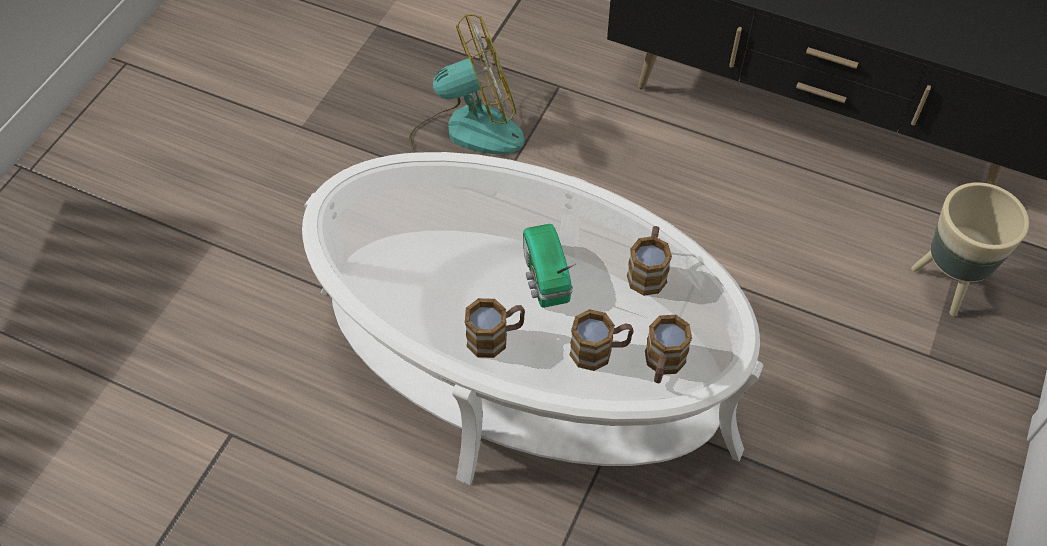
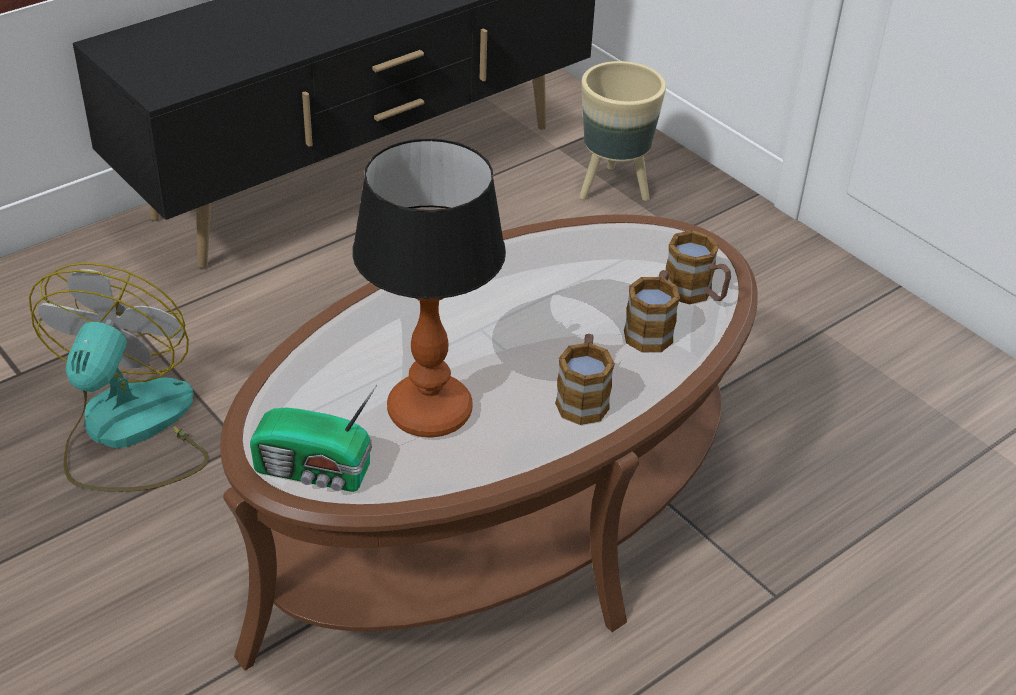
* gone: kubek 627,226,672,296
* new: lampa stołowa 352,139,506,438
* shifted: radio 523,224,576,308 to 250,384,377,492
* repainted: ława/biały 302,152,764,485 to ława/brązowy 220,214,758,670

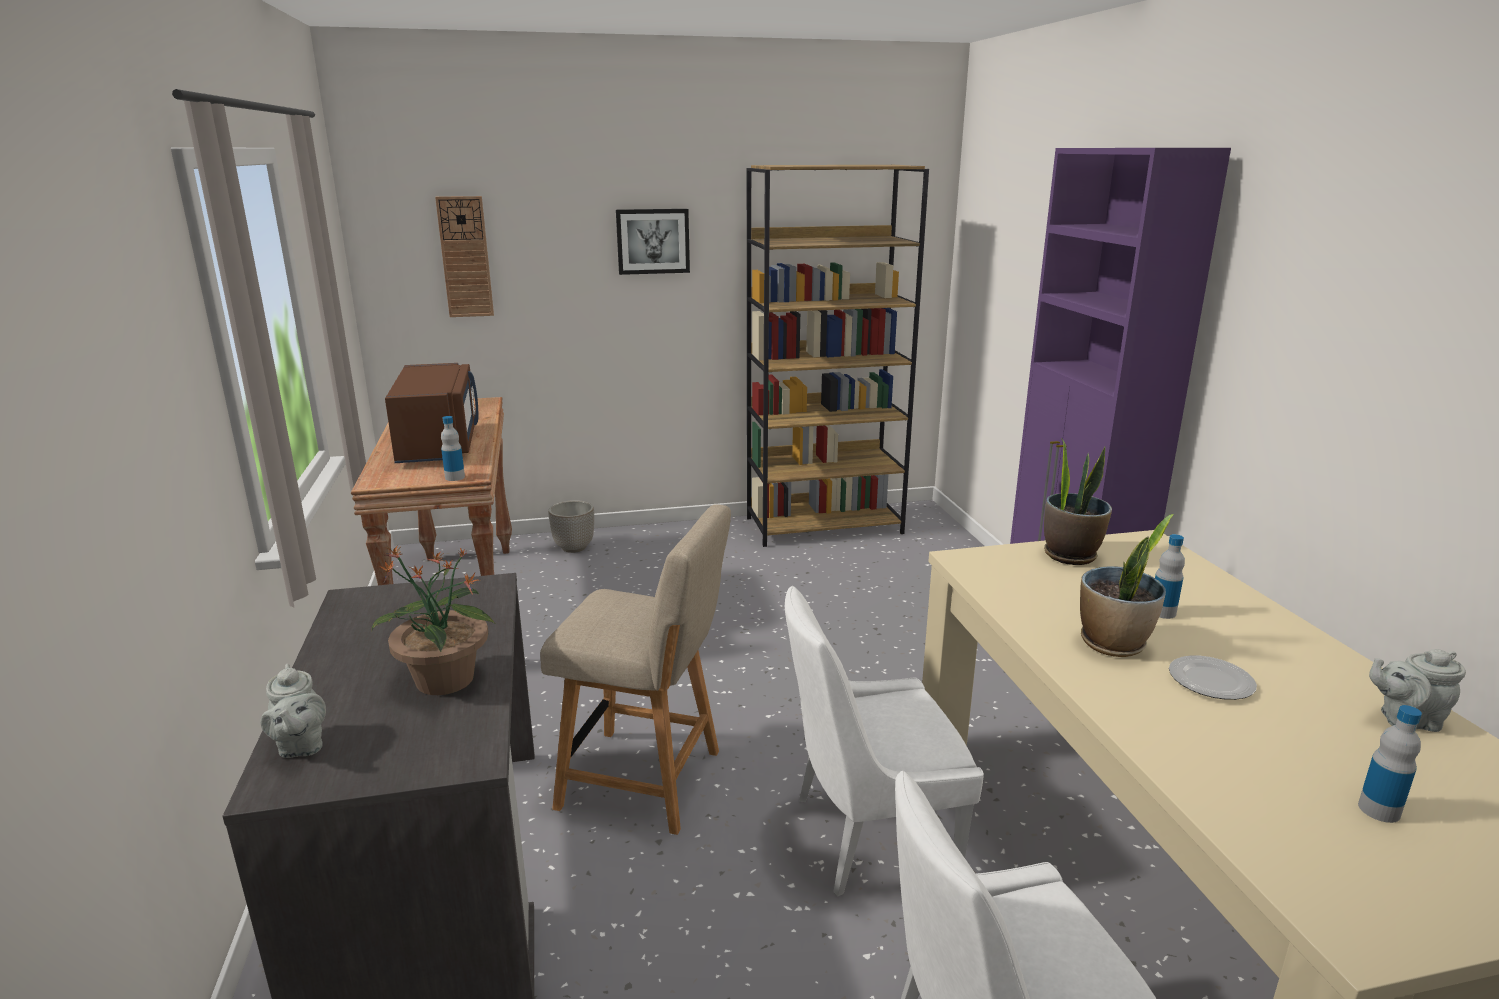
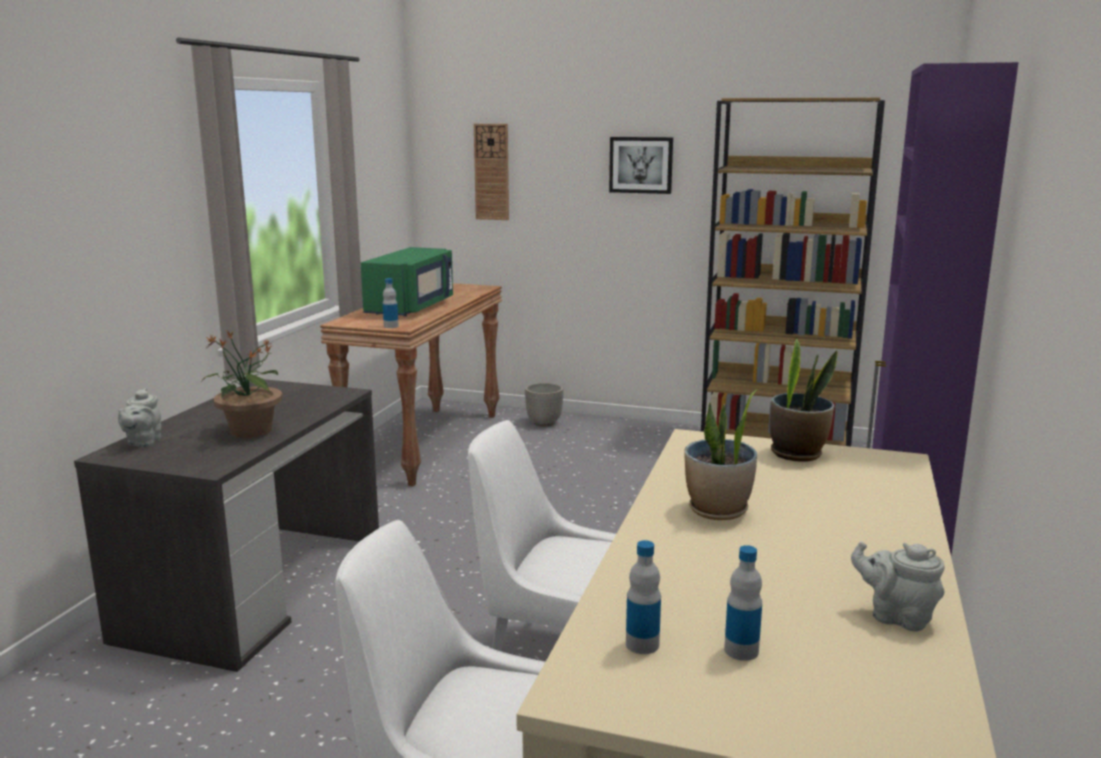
* gone: krzesło/beżowy 540,504,731,835
* gone: talerz 1169,656,1257,700
* shifted: butelka 1155,534,1185,619 to 626,540,661,654
* repainted: mikrofalówka/brązowy 385,363,478,463 to mikrofalówka/zielony 361,247,453,316

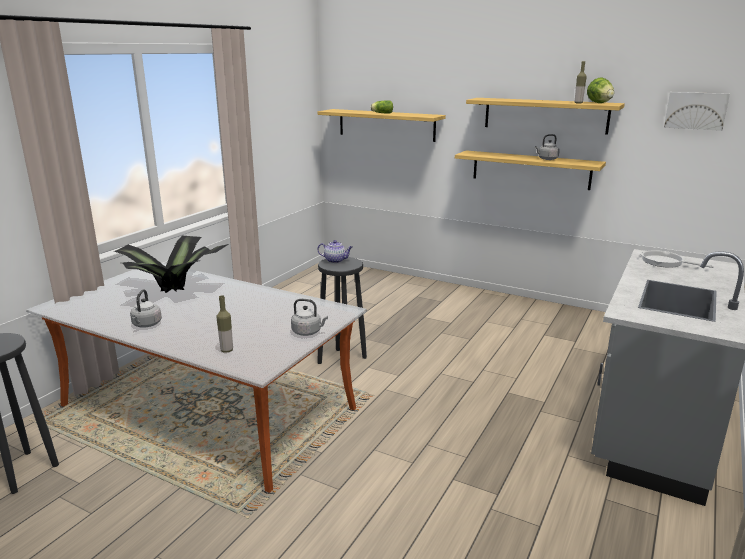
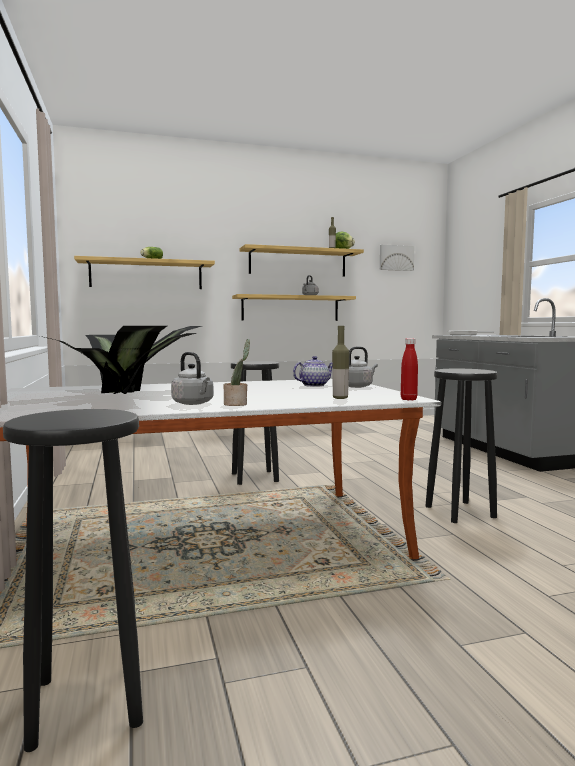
* new: roślina doniczkowa 224,339,250,406
* new: butelka/czerwony 401,338,418,400
* new: stołek/czarny 425,369,497,523
* shifted: imbryk 318,240,353,263 to 293,356,332,387

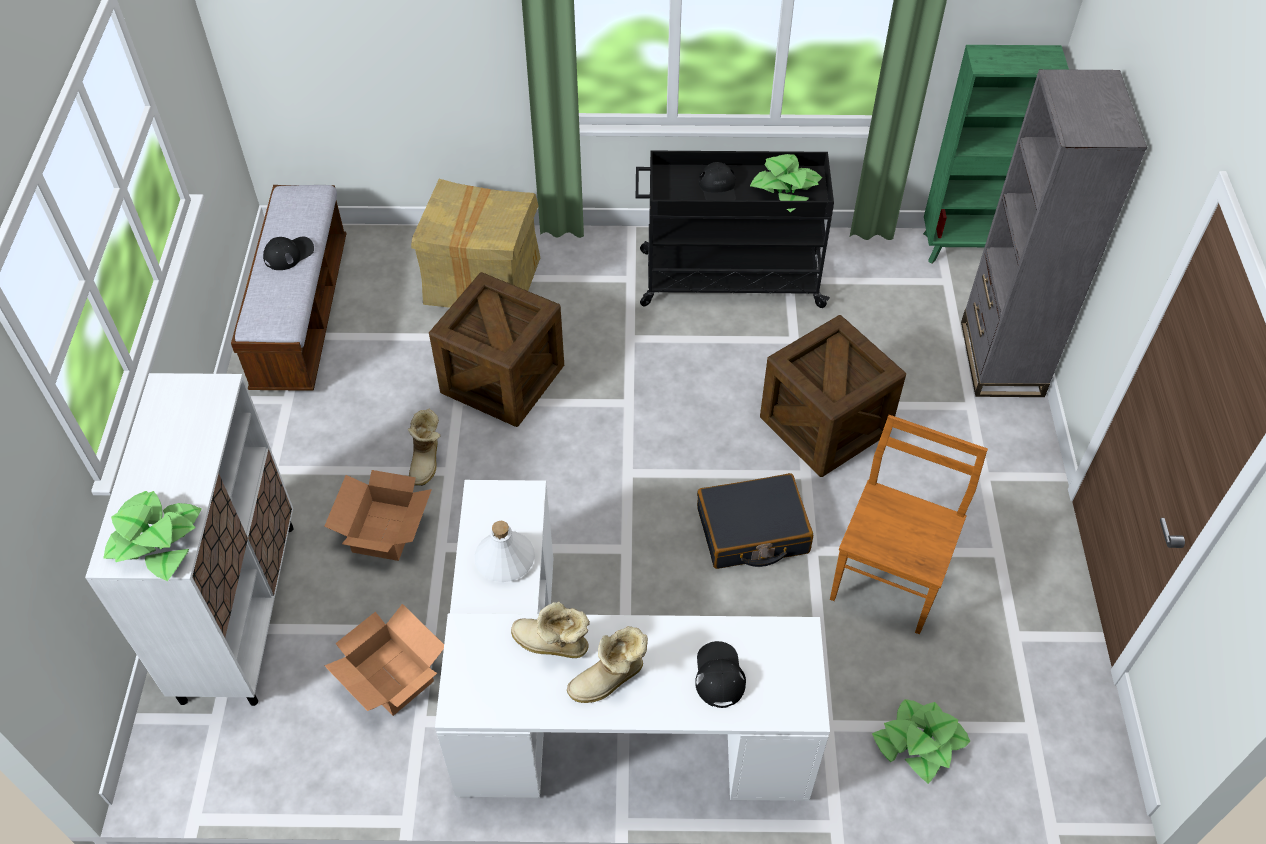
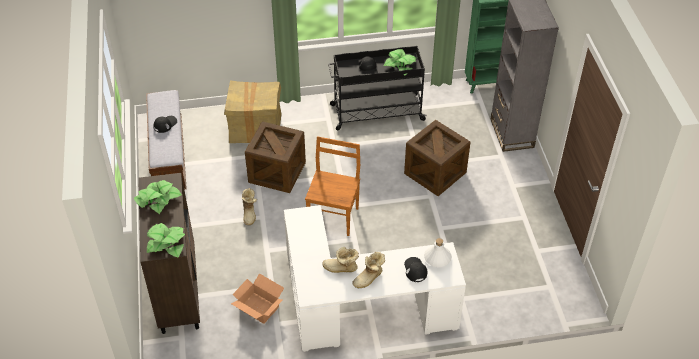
* gone: karton 324,470,432,561
* gone: walizka/czarny 697,473,813,569
* shifted: butelka/biały 474,521,535,582 to 424,238,452,267
* shifted: krzesło/brązowy 830,415,988,634 to 305,136,360,236
* shifted: roślina doniczkowa 872,699,971,784 to 134,180,182,214
* repainted: szafka/biały 85,373,294,706 to szafka/brązowy 138,173,200,334

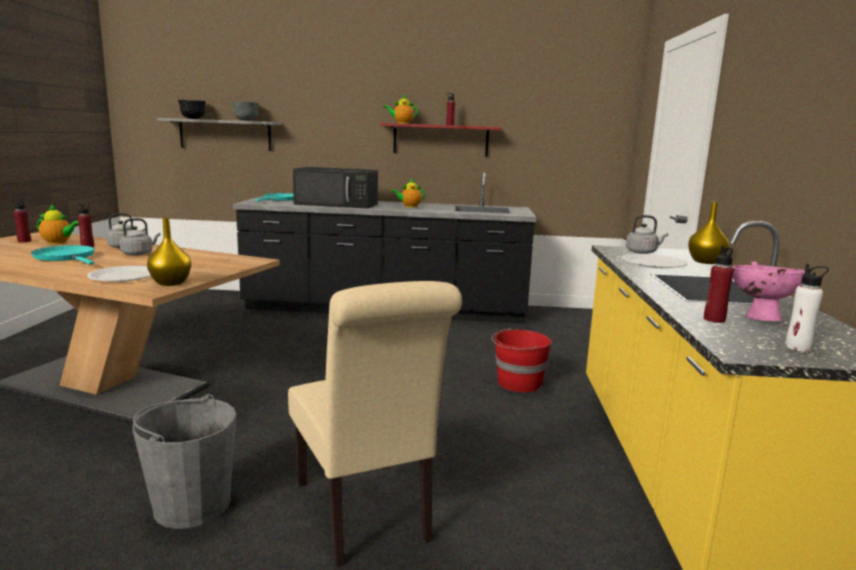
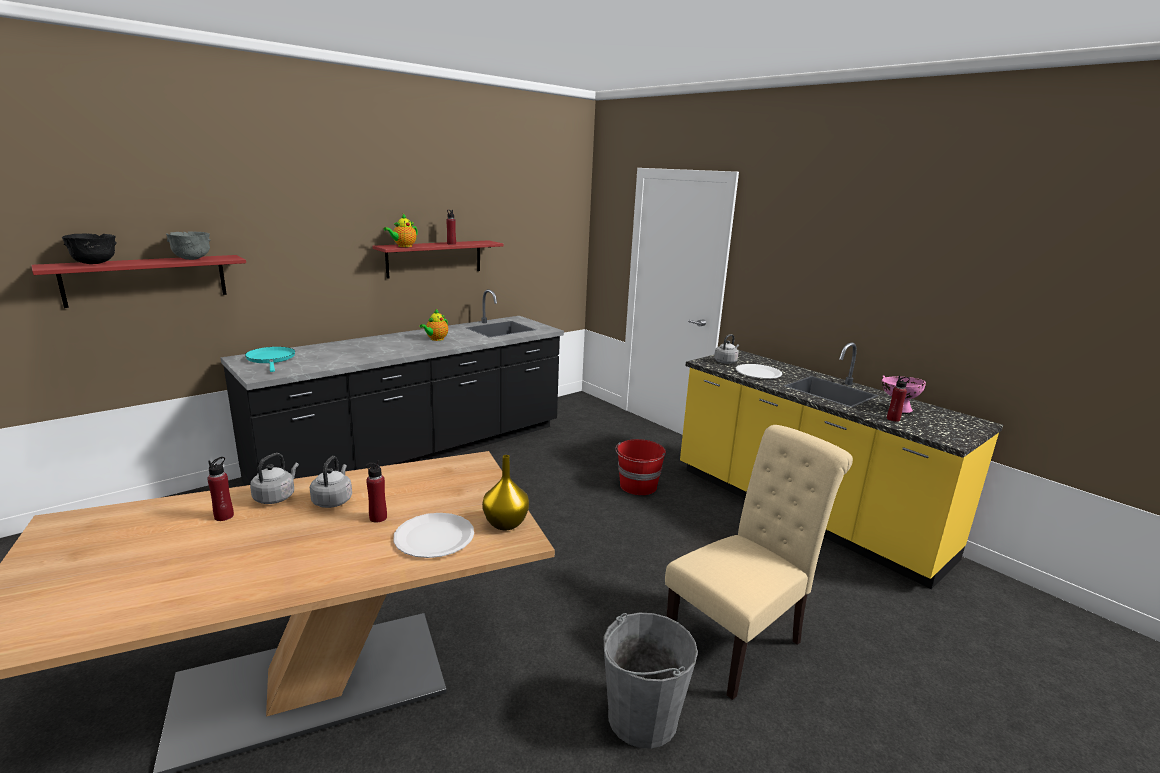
* gone: patelnia/turkusowy 31,245,95,265
* gone: imbryk 37,204,79,244
* gone: mikrofalówka/czarny 293,167,378,209
* gone: wazon/żółty 688,202,729,264
* gone: butelka/biały 785,264,829,352
* shifted: butelka/czerwony 12,199,31,242 to 366,460,387,523
* repainted: półka/szary 157,118,281,151 to półka/czerwony 31,255,246,308
* rotated: krzesło/beżowy 288,281,462,567 = 665,425,853,700 60 degrees counterclockwise

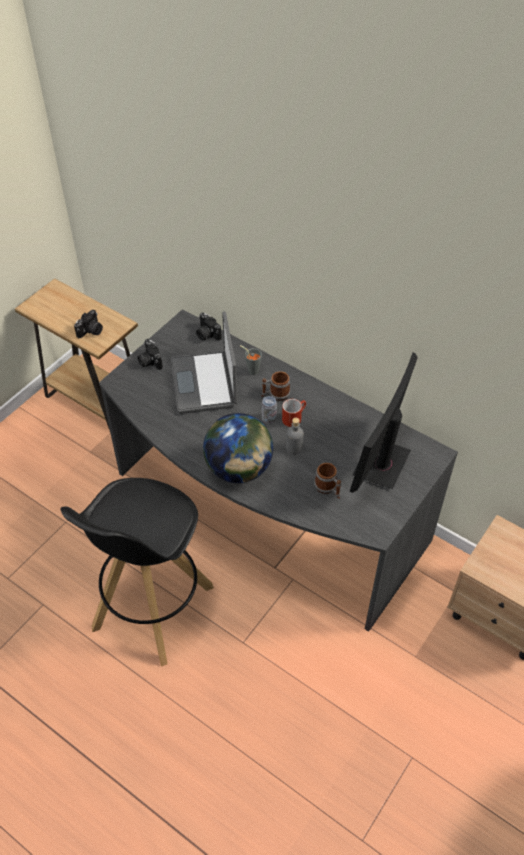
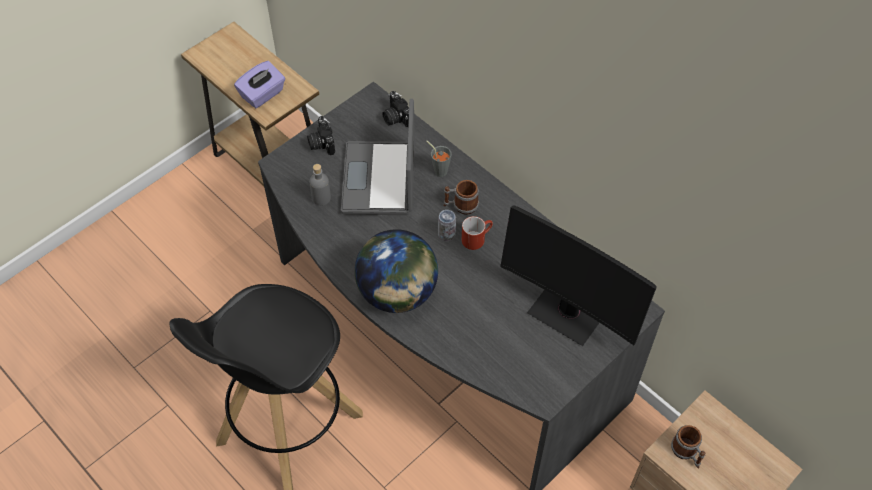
* shifted: butelka/szary 286,418,304,455 to 309,164,331,206
* shifted: kubek 314,463,341,499 to 671,425,706,469
* swapped: aparat fotograficzny 74,310,103,338 to pudełko chusteczek/fioletowy 234,61,285,108
* rotated: monitor 350,353,418,493 = 500,205,657,346 90 degrees counterclockwise

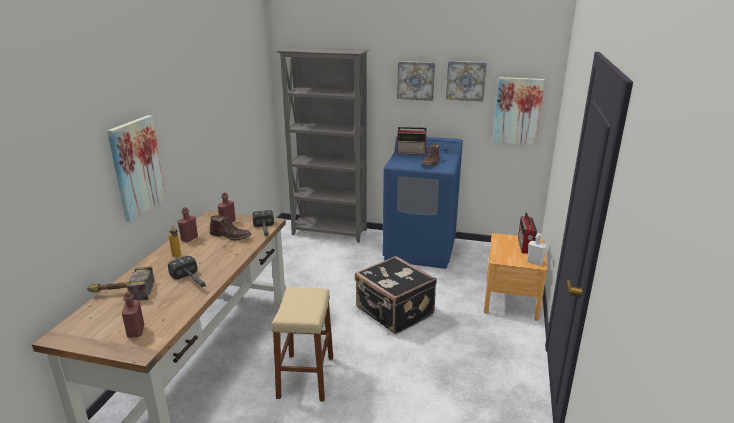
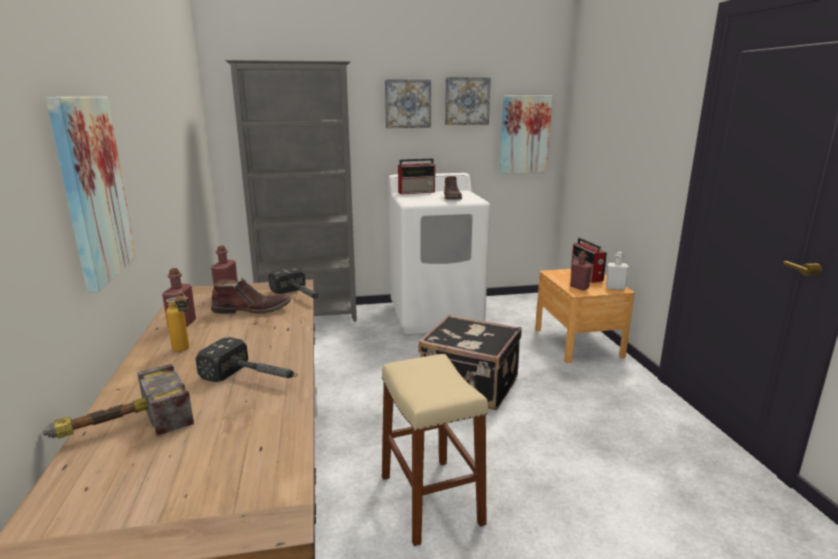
* shifted: butelka/czerwony 122,291,144,338 to 570,251,592,290
* repainted: pralka/niebieski 382,137,463,269 to pralka/biały 389,173,490,334

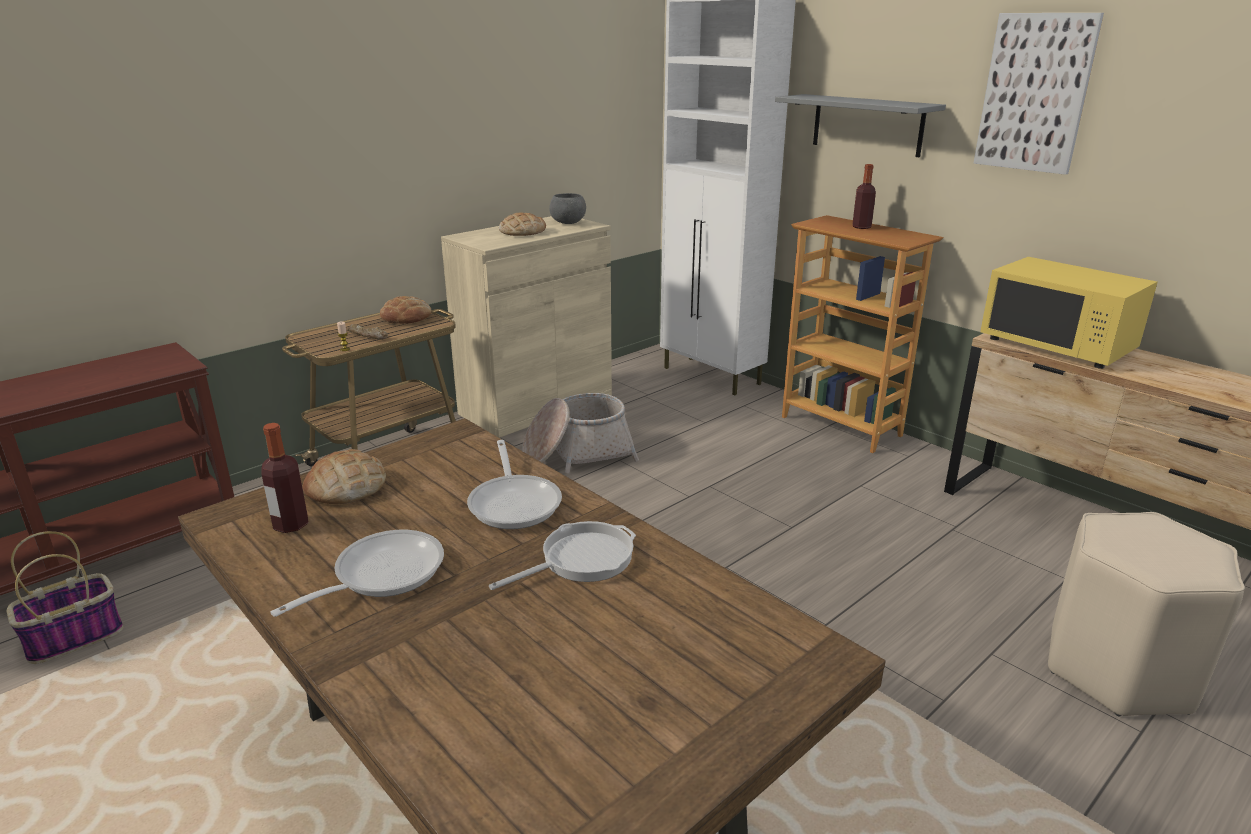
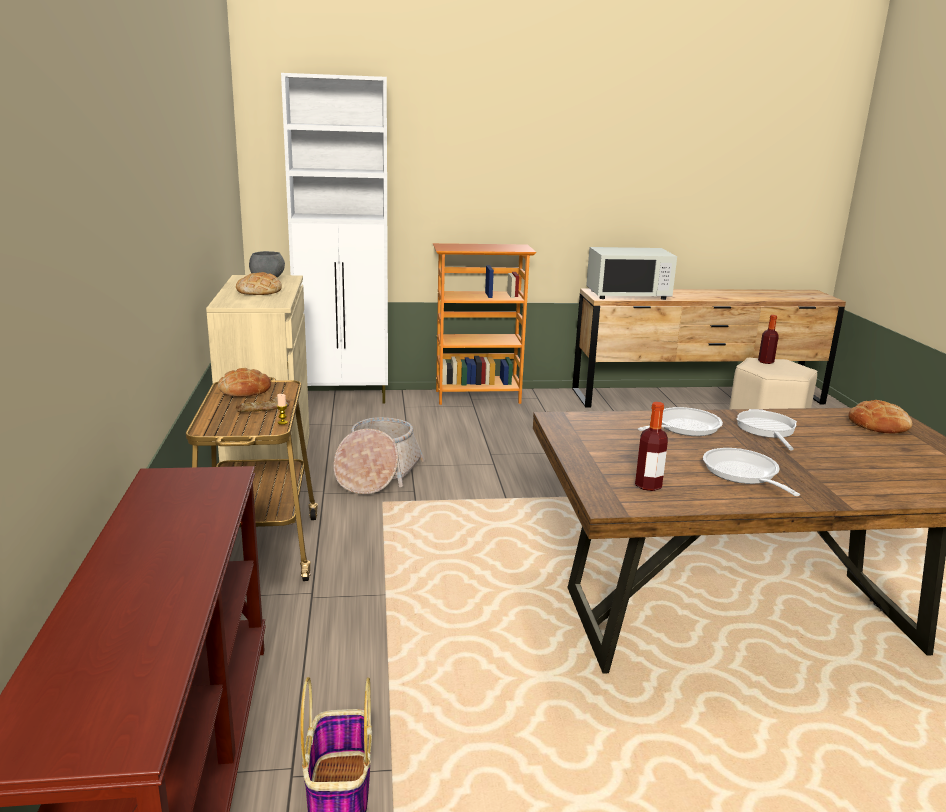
* gone: półka/szary 775,94,946,157
* gone: obraz 974,13,1104,175
* shifted: chleb 302,449,386,504 to 848,400,912,434
* shifted: butelka 852,164,876,229 to 758,315,779,364
* repainted: mikrofalówka/żółty 980,257,1158,369 to mikrofalówka/biały 586,247,677,300
* rotated: patelnia 467,440,562,529 = 638,407,723,436 60 degrees counterclockwise

